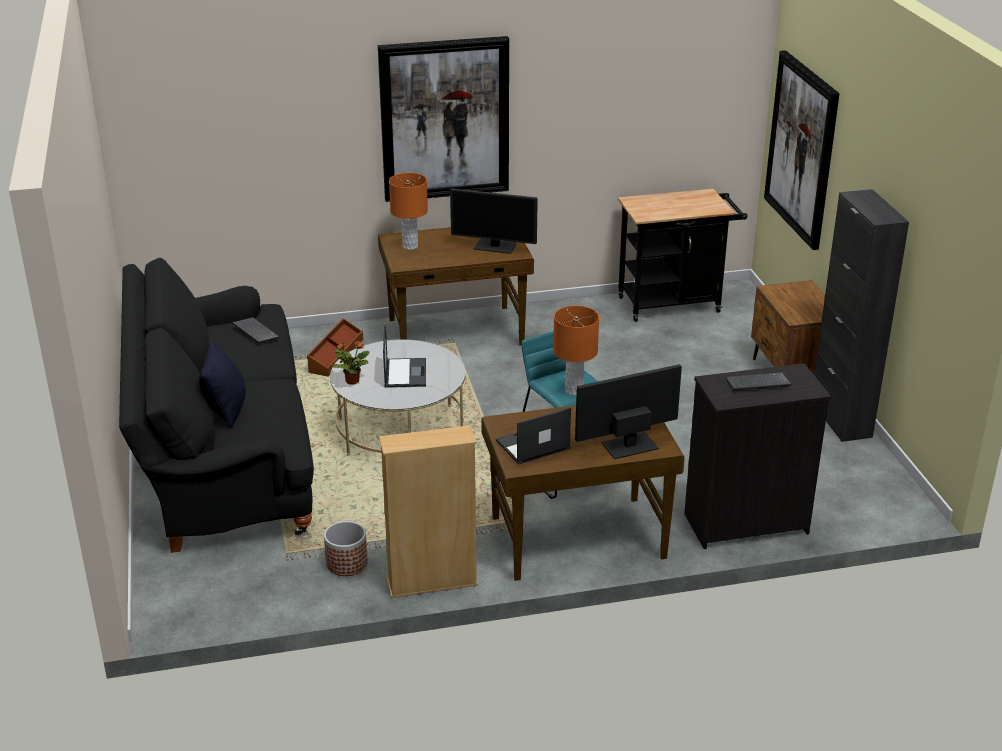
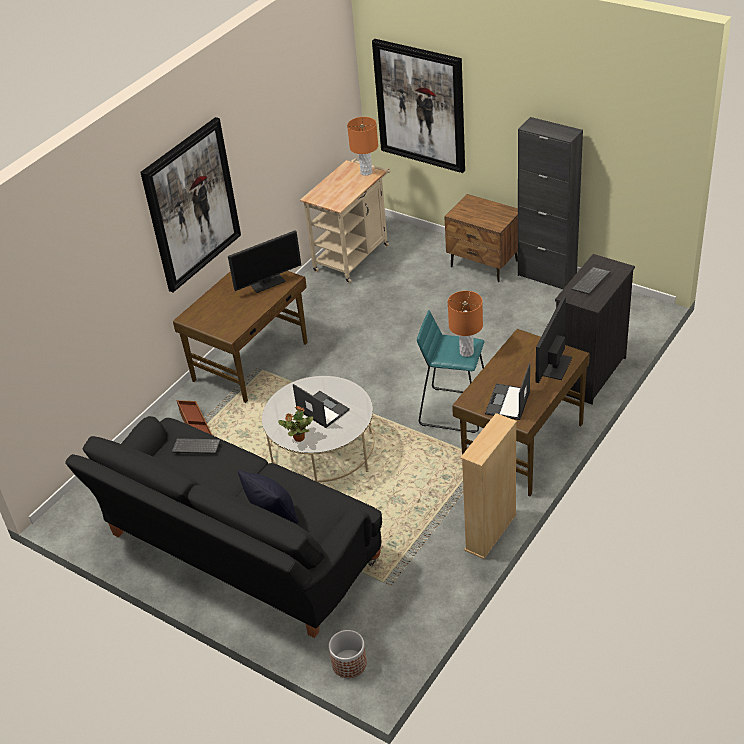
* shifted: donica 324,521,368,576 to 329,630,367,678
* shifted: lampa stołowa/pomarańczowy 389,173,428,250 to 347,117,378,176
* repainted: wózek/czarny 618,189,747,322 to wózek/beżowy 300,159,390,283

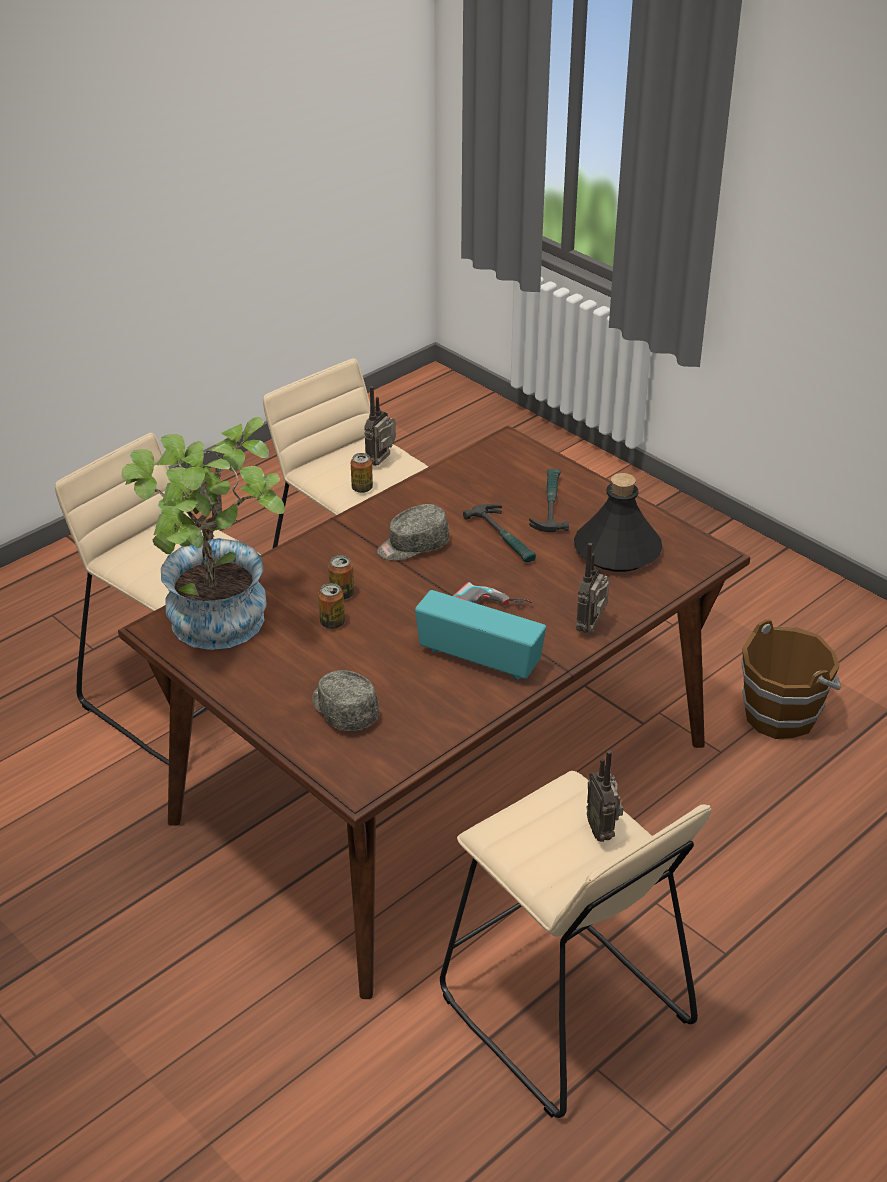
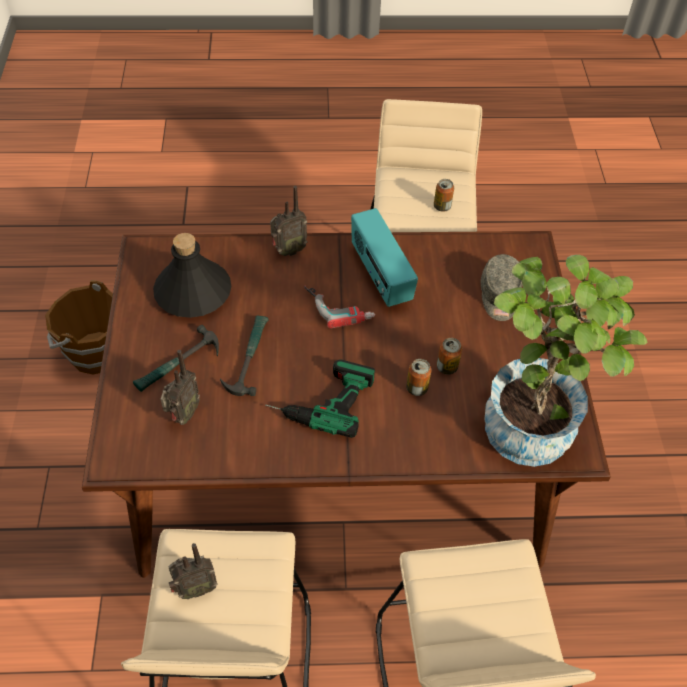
* shifted: puszka 351,453,373,493 to 434,179,454,212
* shifted: radio 587,750,623,842 to 160,350,200,425
* swapped: czapka z daszkiem/szary 377,504,449,561 to wiertarka 265,360,375,438

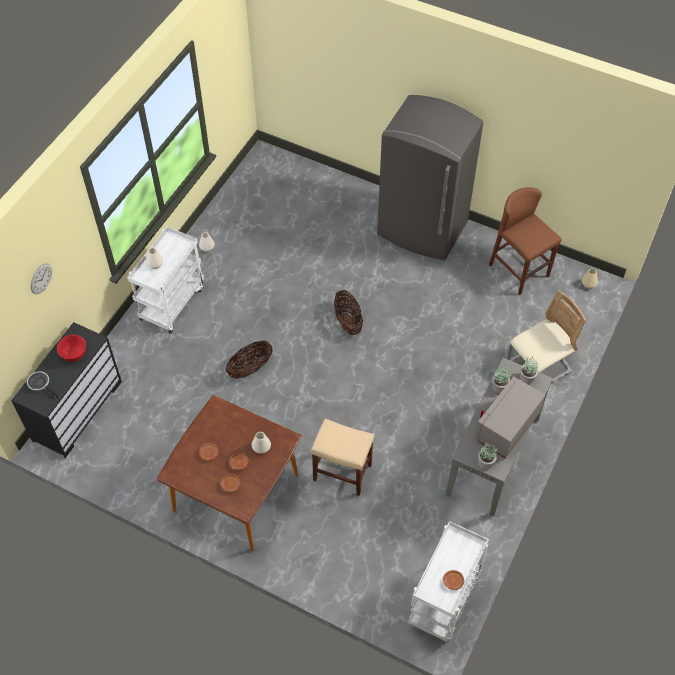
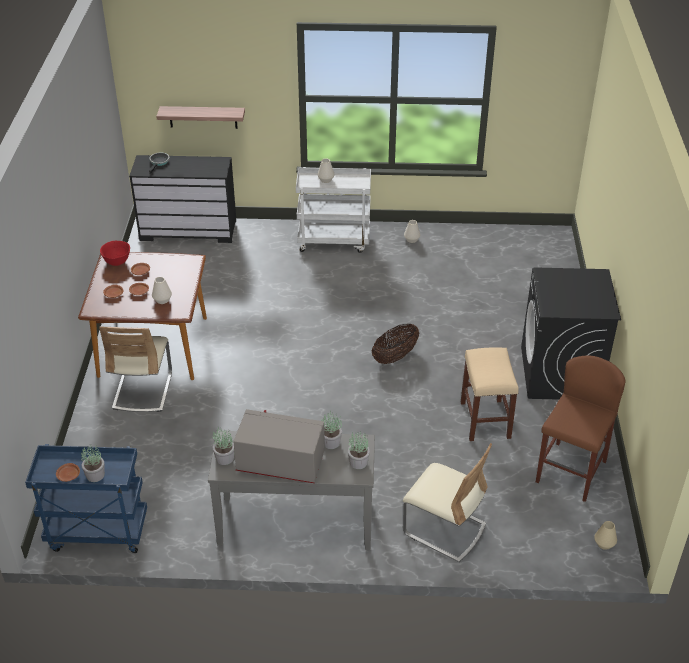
* gone: zegar ścienny 31,263,52,294
* gone: koszyk 226,341,273,379
* new: roślina doniczkowa 81,445,105,482
* new: krzesło/beżowy 99,326,172,412
* new: półka 156,106,245,129
* shifted: miska/czerwony 57,335,86,362 to 100,241,130,266
* shifted: stołek/beżowy 311,419,374,496 to 461,347,519,441
* swapped: lodówka/szary 377,95,483,261 to pralka/czarny 521,267,621,400
* repainted: wózek/biały 408,521,489,642 to wózek/niebieski 25,444,147,553

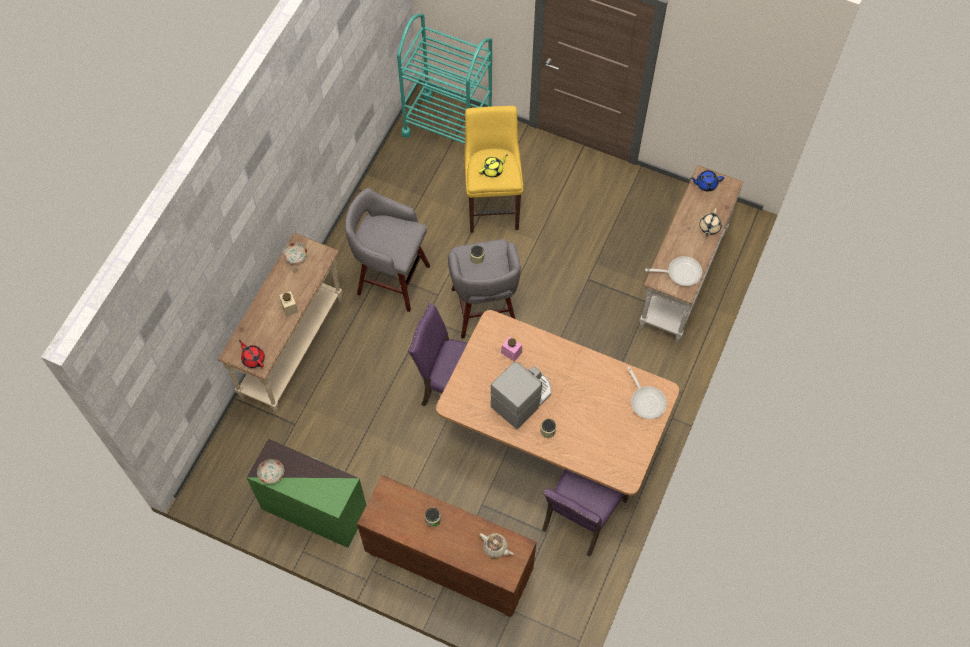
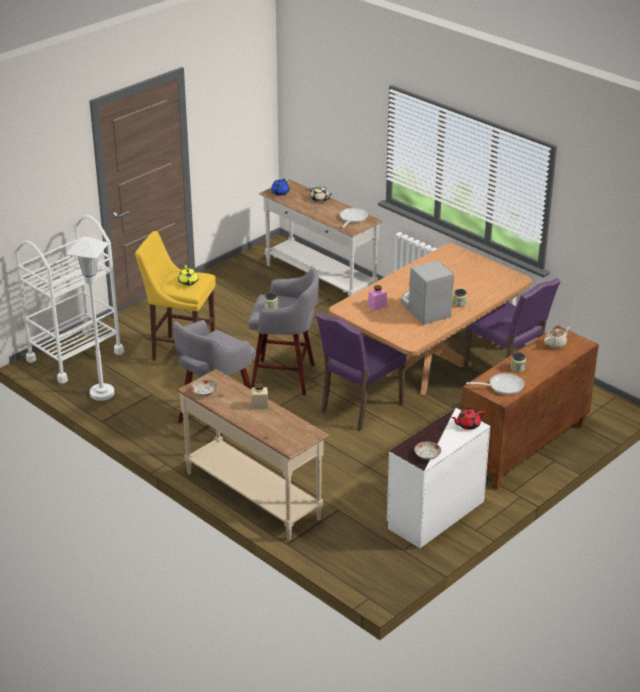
* new: lampa stojąca/biały 65,236,114,401
* shifted: imbryk/czerwony 239,340,265,368 to 451,408,485,430
* shifted: patelnia 627,366,667,419 to 466,373,524,395
* repainted: komoda/zielony 246,439,366,548 to komoda/biały 387,408,490,548
* repainted: wózek/turkusowy 397,14,492,144 to wózek/biały 15,215,124,384

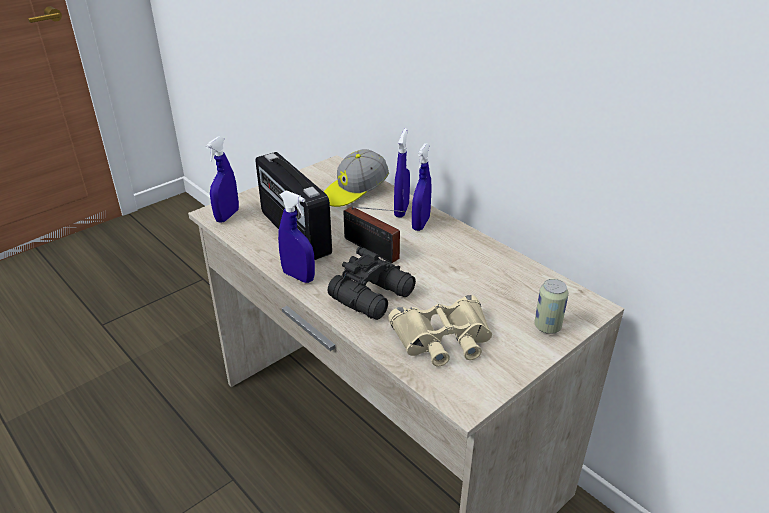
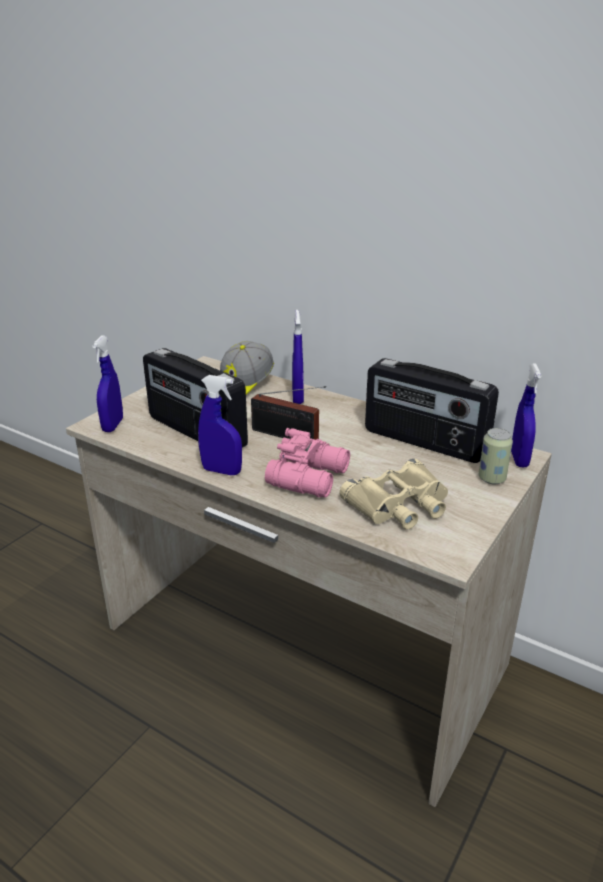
* new: radio 365,358,499,463
* shifted: spryskiwacz/niebieski 412,143,432,231 to 511,363,541,467
* repainted: lornetka/czarny 328,247,416,320 to lornetka/różowy 265,428,350,498

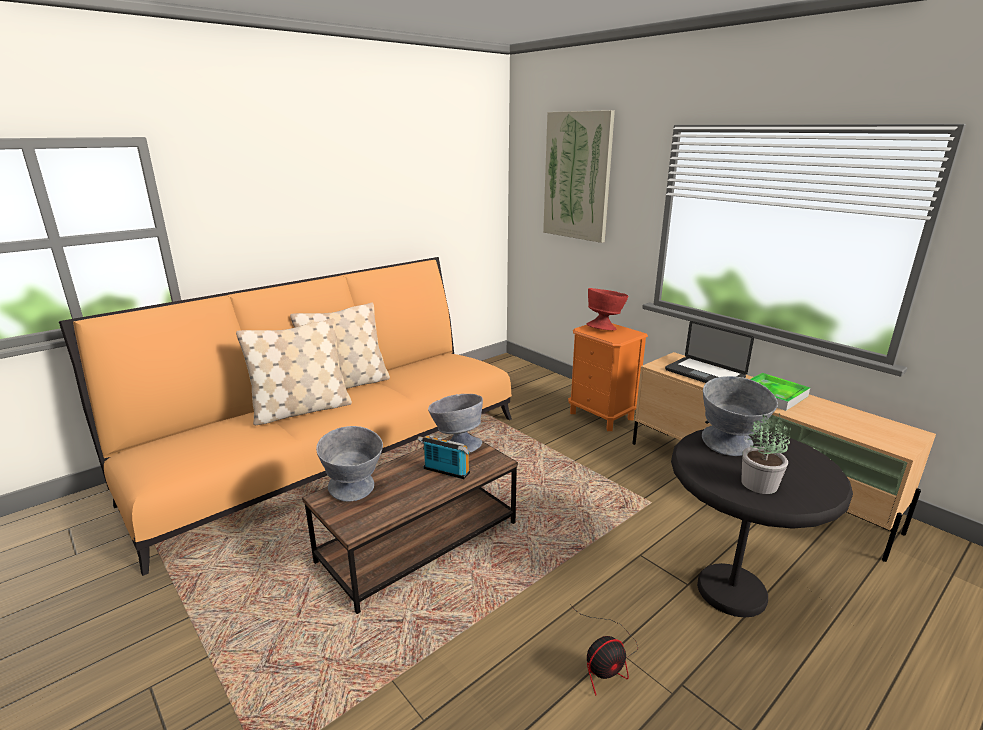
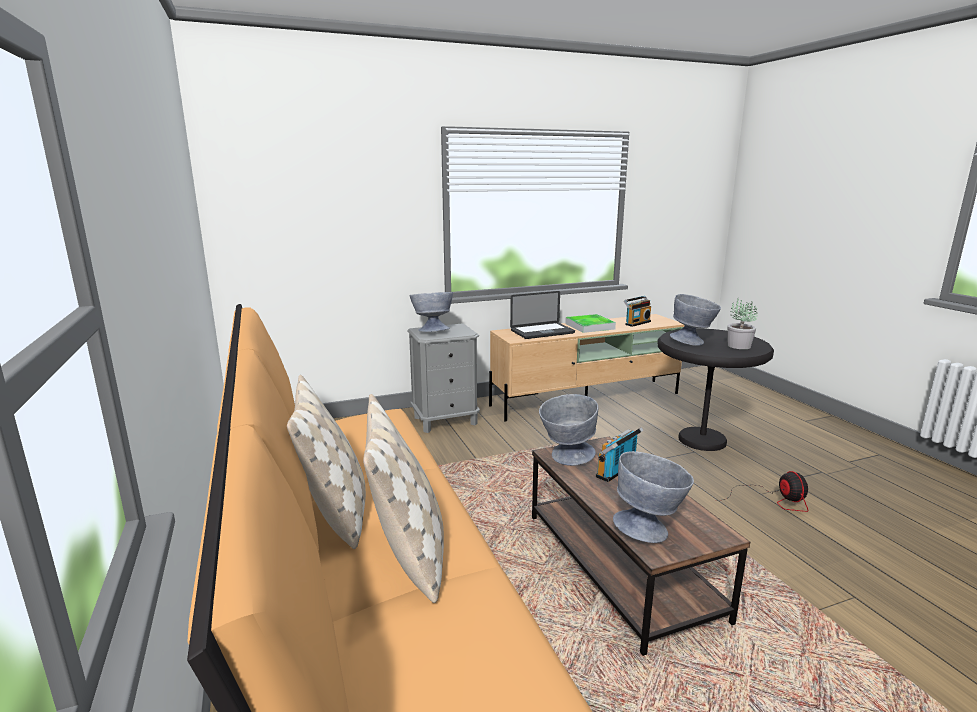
* gone: obraz 543,110,615,243
* new: radio 624,296,651,327
* repainted: szafka nocna/pomarańczowy 568,323,648,431 to szafka nocna/szary 407,323,480,433
* repainted: miska/czerwony 587,288,628,330 to miska/szary 409,292,453,332

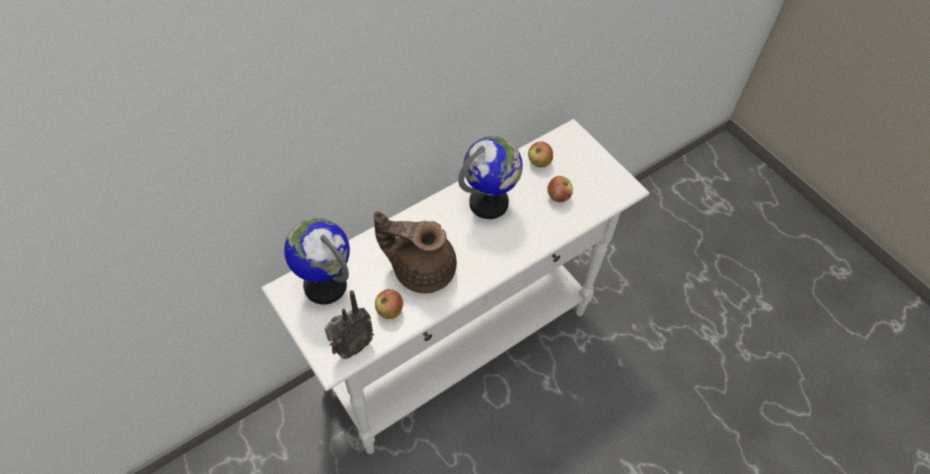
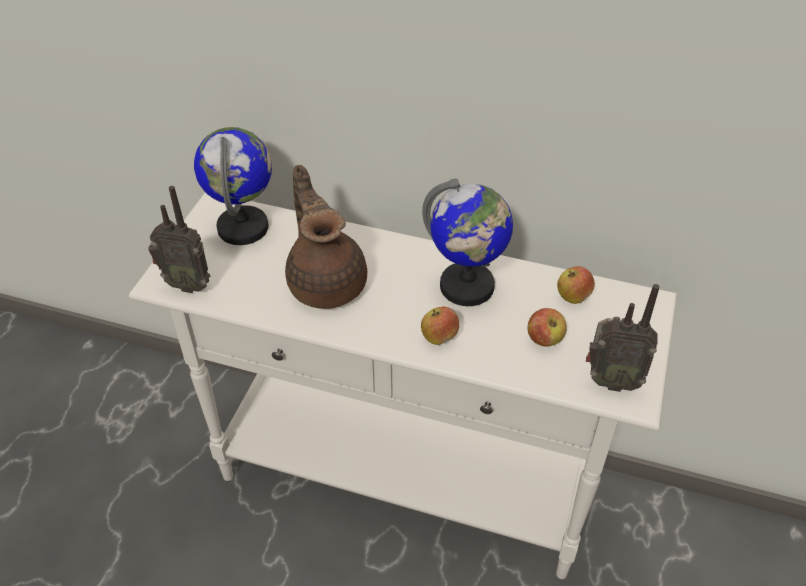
* new: radio 586,284,660,392
* shifted: jabłko 375,289,403,319 to 421,307,459,345

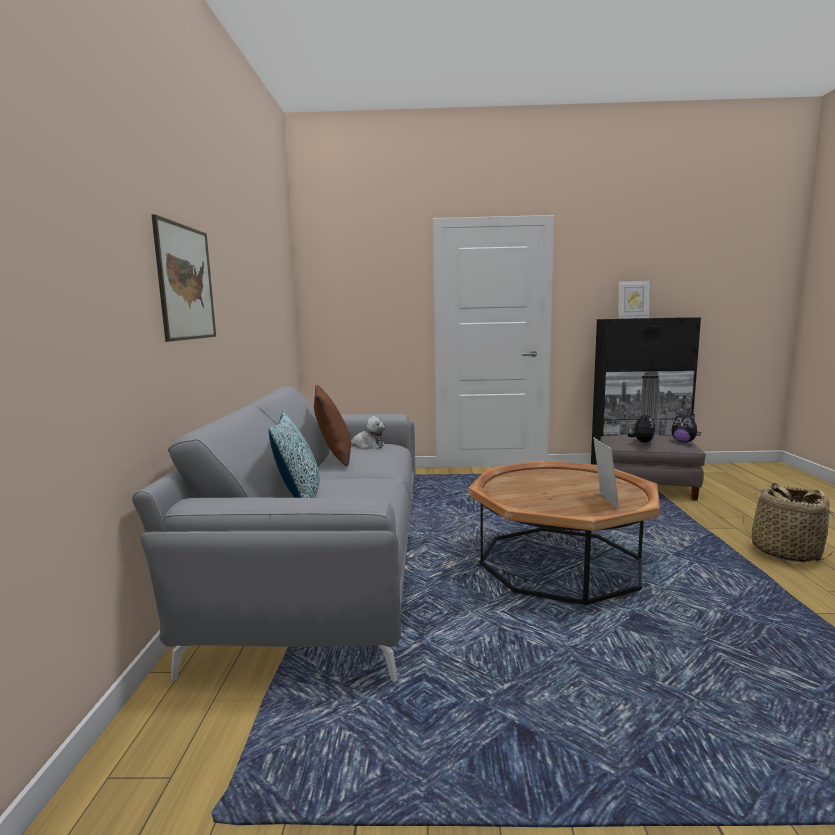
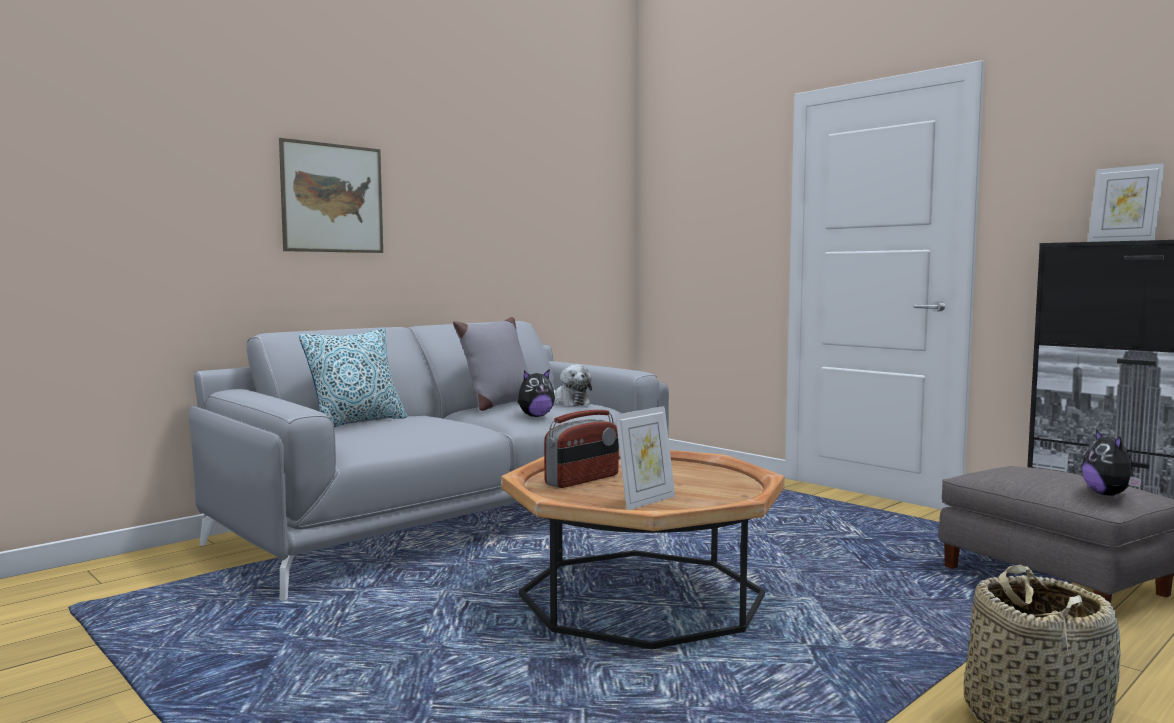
* new: radio 544,410,619,488
* shifted: pluszak 628,414,655,443 to 517,369,555,417
* repainted: poduszka/brązowy 314,385,351,466 to poduszka/szary 453,317,529,411

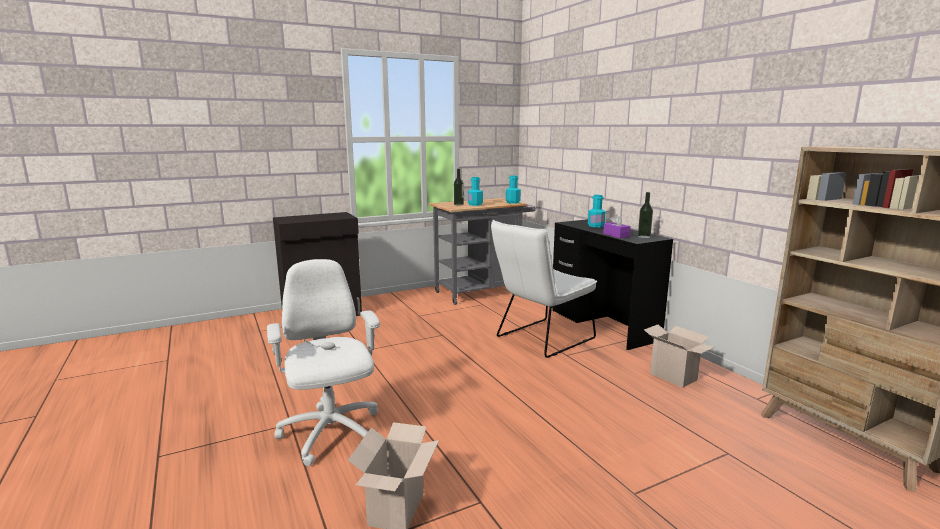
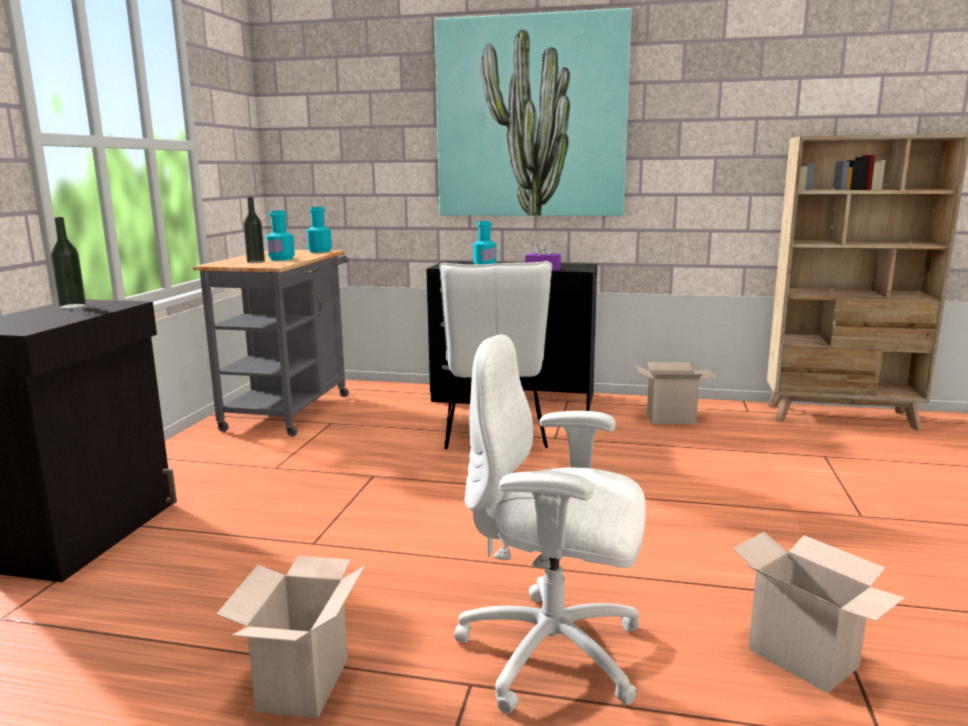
* new: karton 216,556,365,718
* new: obraz 435,8,632,216
* shifted: butelka 638,192,653,238 to 51,217,86,309

